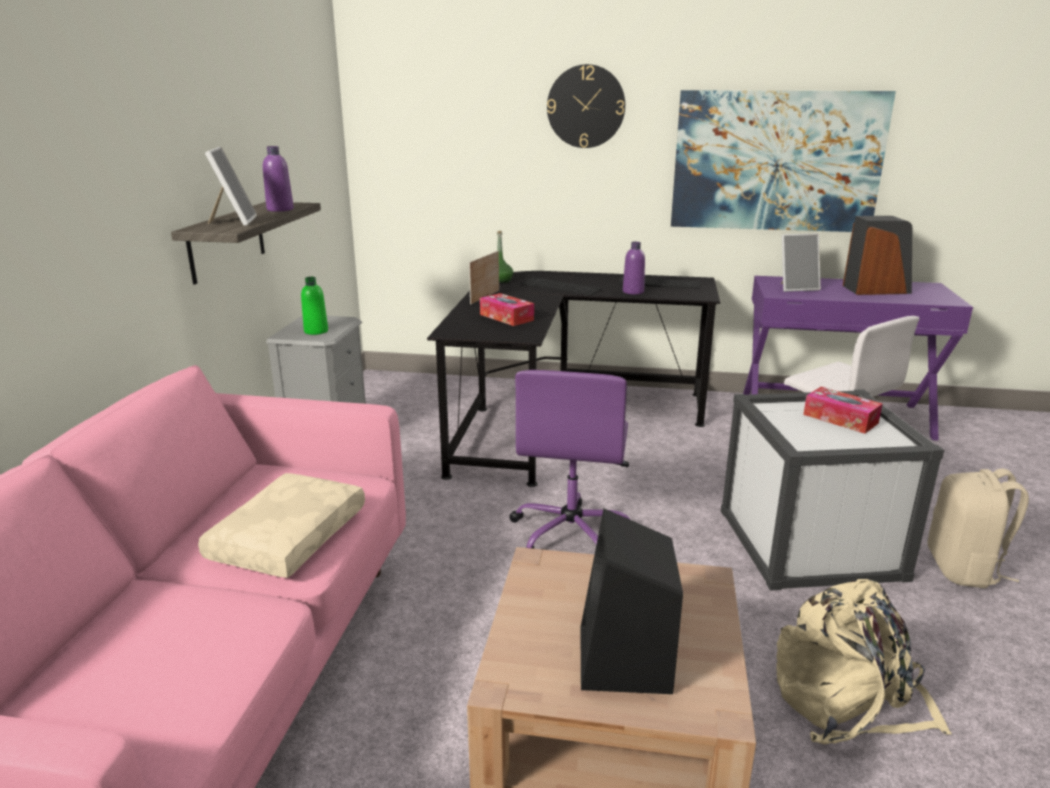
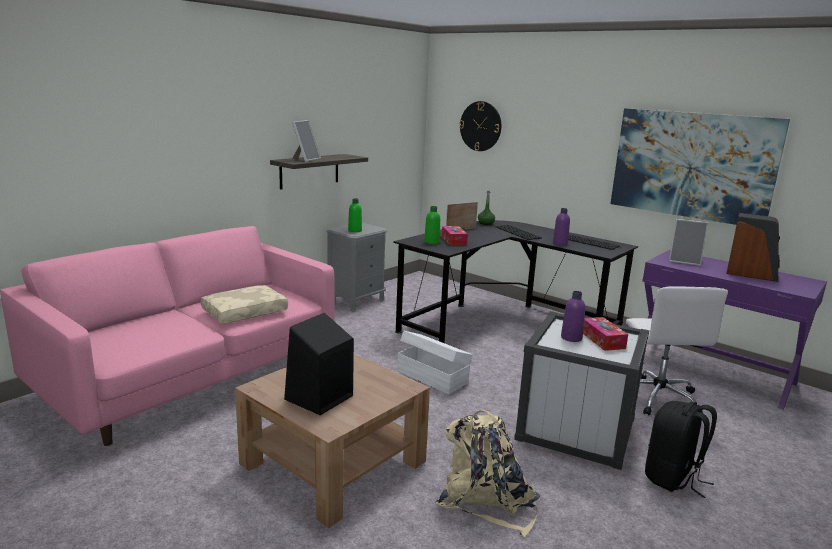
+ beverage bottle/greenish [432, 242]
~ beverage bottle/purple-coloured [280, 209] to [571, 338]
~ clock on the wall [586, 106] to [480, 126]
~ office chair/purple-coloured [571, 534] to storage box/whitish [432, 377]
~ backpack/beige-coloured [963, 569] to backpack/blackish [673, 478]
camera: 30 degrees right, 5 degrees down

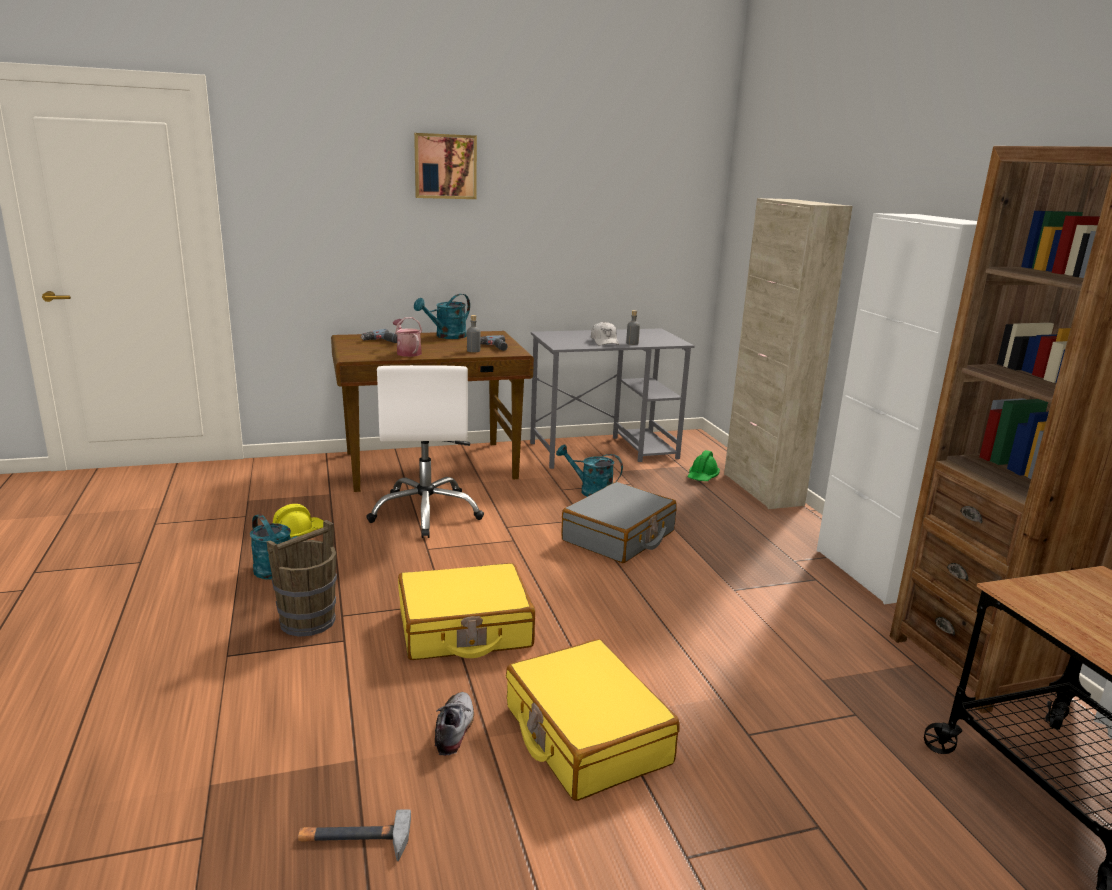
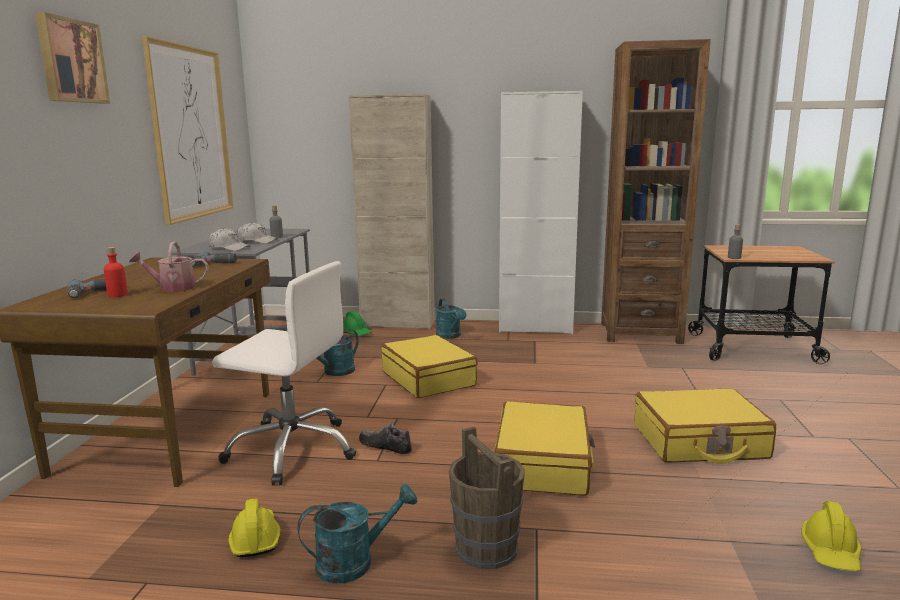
+ beverage bottle/red [117, 295]
+ wall art [191, 133]
+ peaked cap/whitish [229, 248]
~ sprinkling can/turquoise-coloured [446, 336] to [450, 336]
~ shoe [454, 728] to [385, 447]
~ beverage bottle/gray [473, 350] to [734, 257]
~ hammer [354, 840] to work helmet/yellow-coloured [831, 552]
~ travel case/gray [619, 536] to travel case/yellow-coloured [428, 378]
camera: 65 degrees left, 5 degrees down

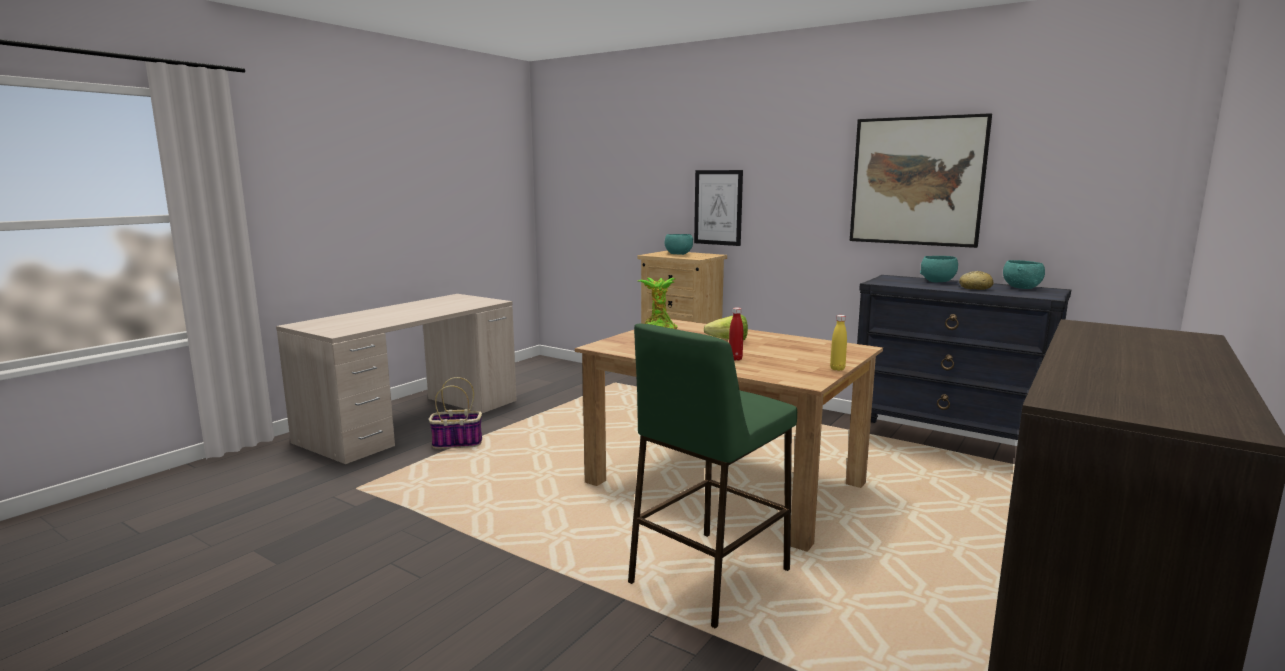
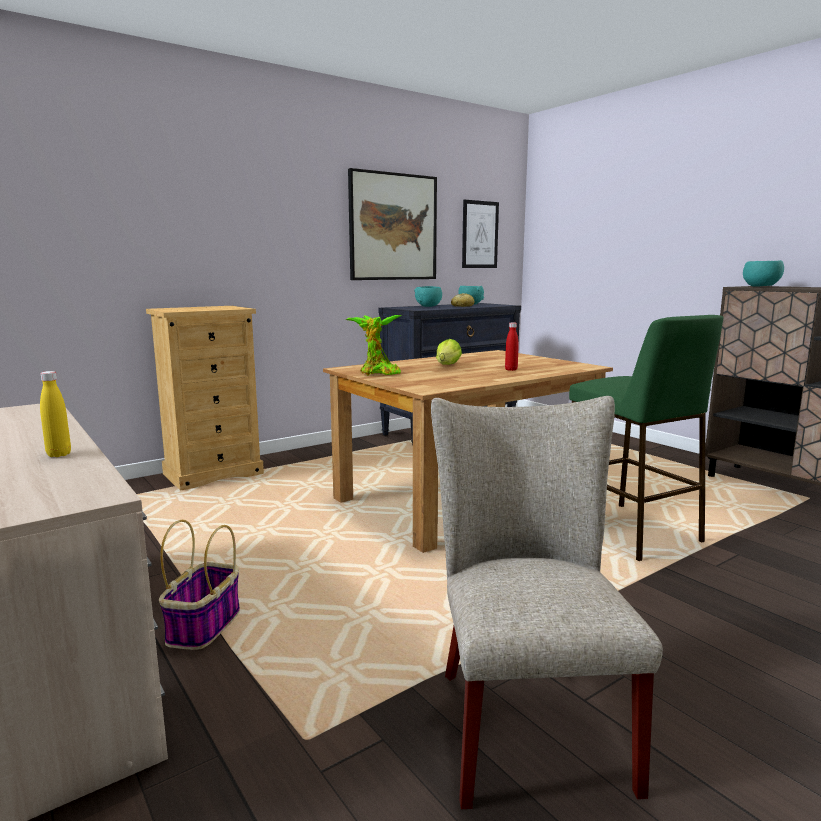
+ plain chair/beige-coloured [524, 717]
~ bowl/turquoise-coloured [678, 254] to [760, 286]
~ wall art [718, 207] to [480, 234]
~ beverage bottle/yellow-coloured [837, 369] to [59, 454]
camera: 70 degrees left, 0 degrees up

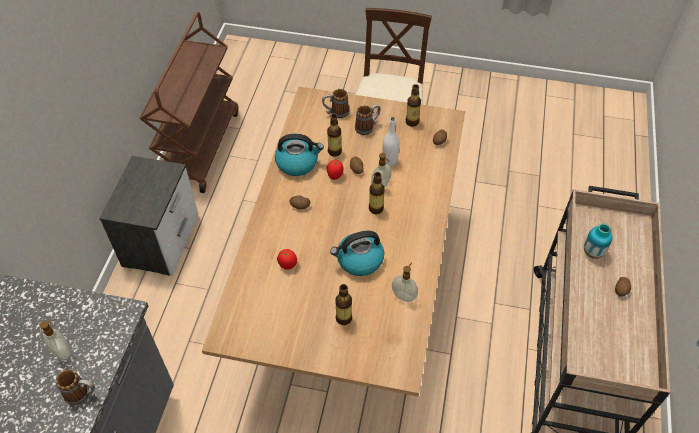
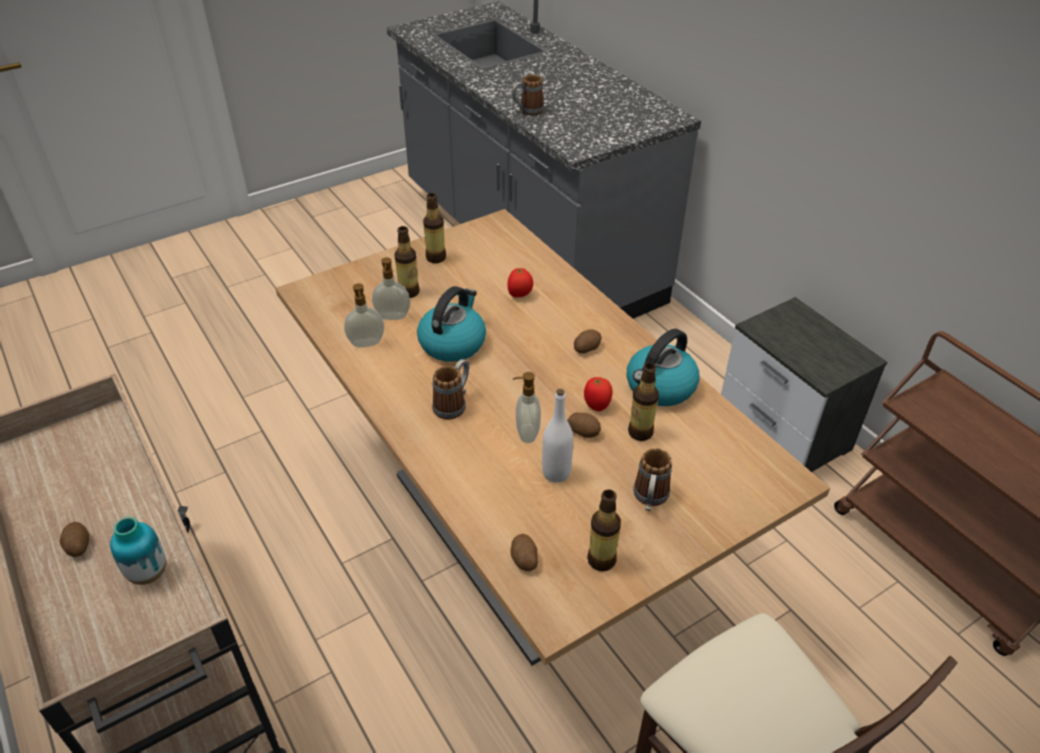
~ soap dispenser [63, 351] to [392, 317]
~ tea mug [336, 113] to [453, 404]
~ beverage bottle [376, 209] to [436, 258]
camera: 135 degrees right, 10 degrees down

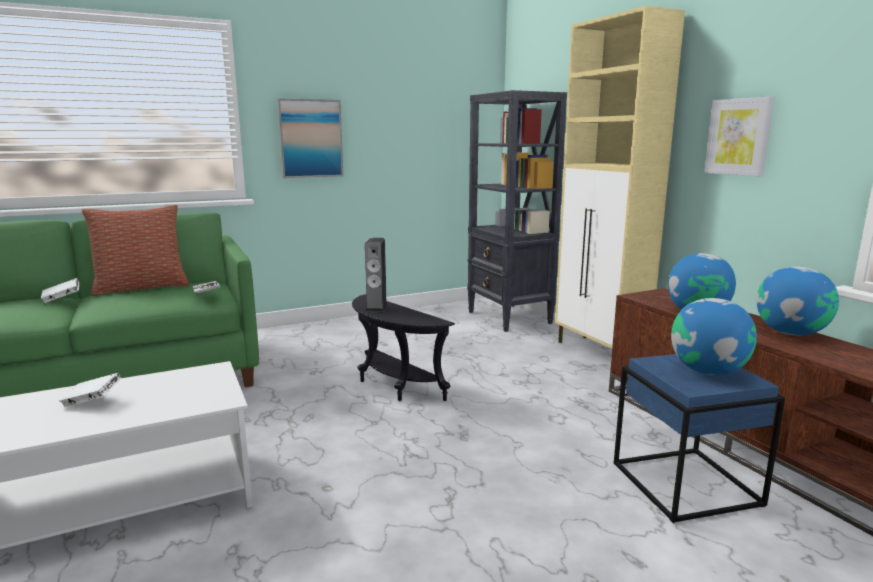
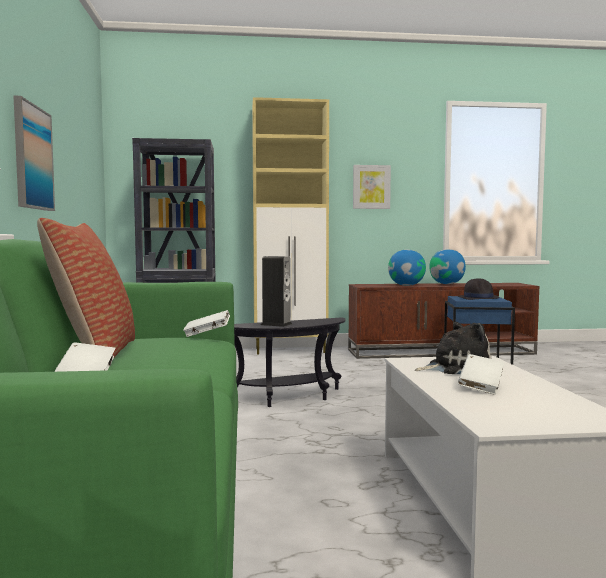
+ cuddly toy [456, 368]
~ globe [708, 371] to hat/blackish [478, 298]
camera: 70 degrees left, 10 degrees down

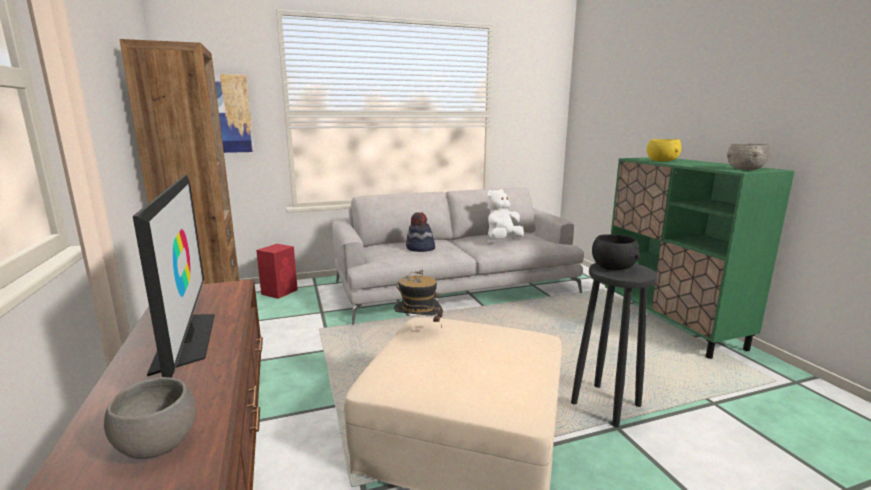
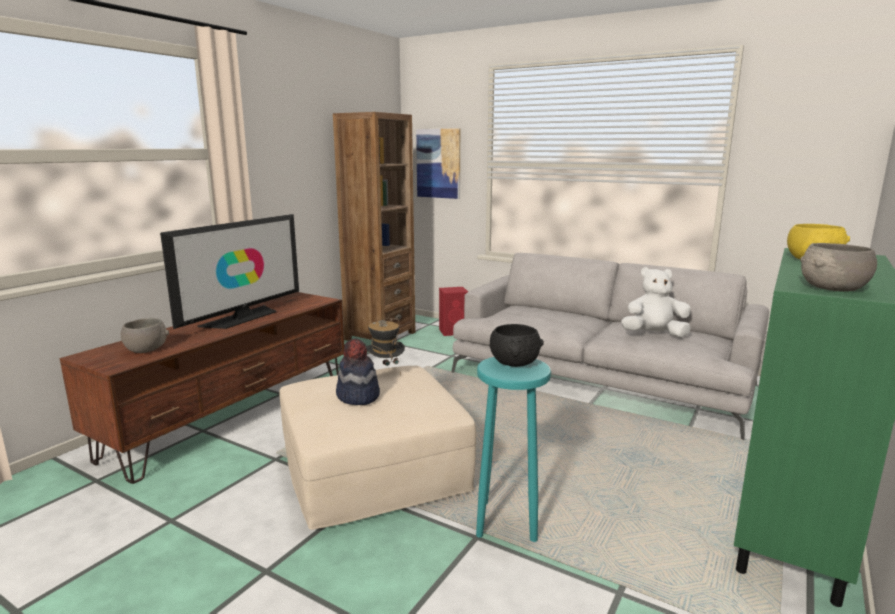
~ hat [420, 249] to [357, 396]
~ sitting stool/blackish [606, 404] to sitting stool/turquoise-coloured [508, 521]
camera: 50 degrees right, 0 degrees up

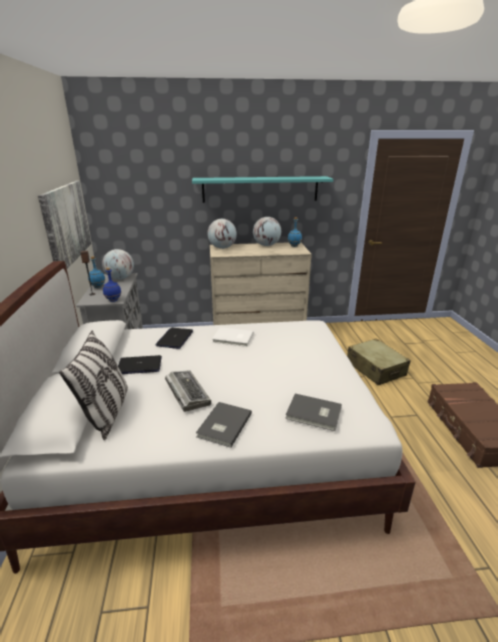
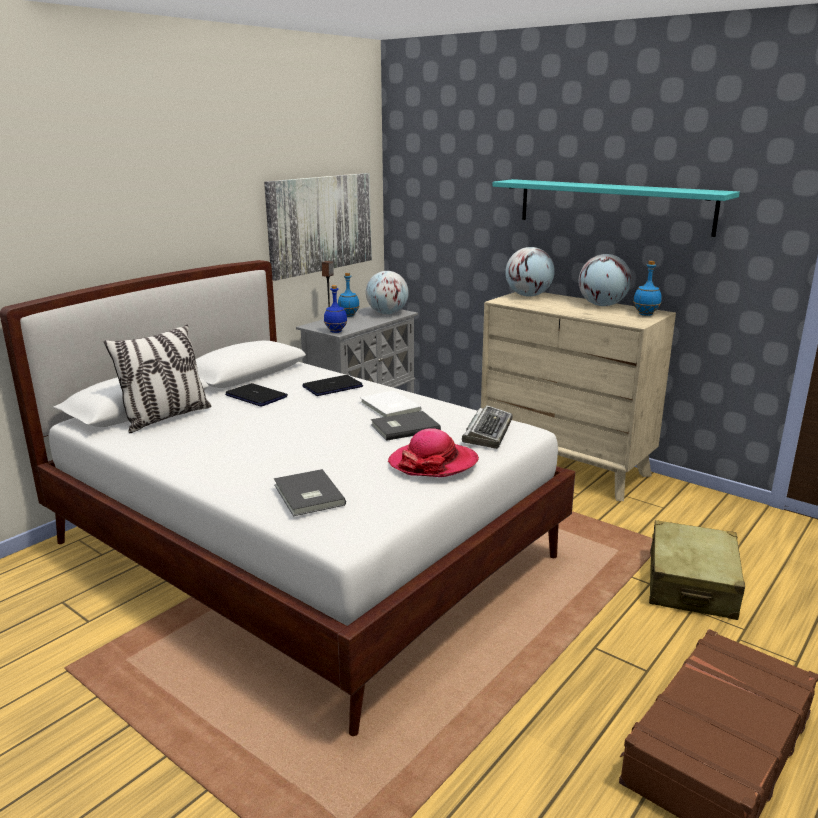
+ hat [433, 463]
~ PC keyboard [187, 393] to [487, 432]
~ book/gray [223, 425] to [403, 427]
camera: 45 degrees right, 5 degrees down

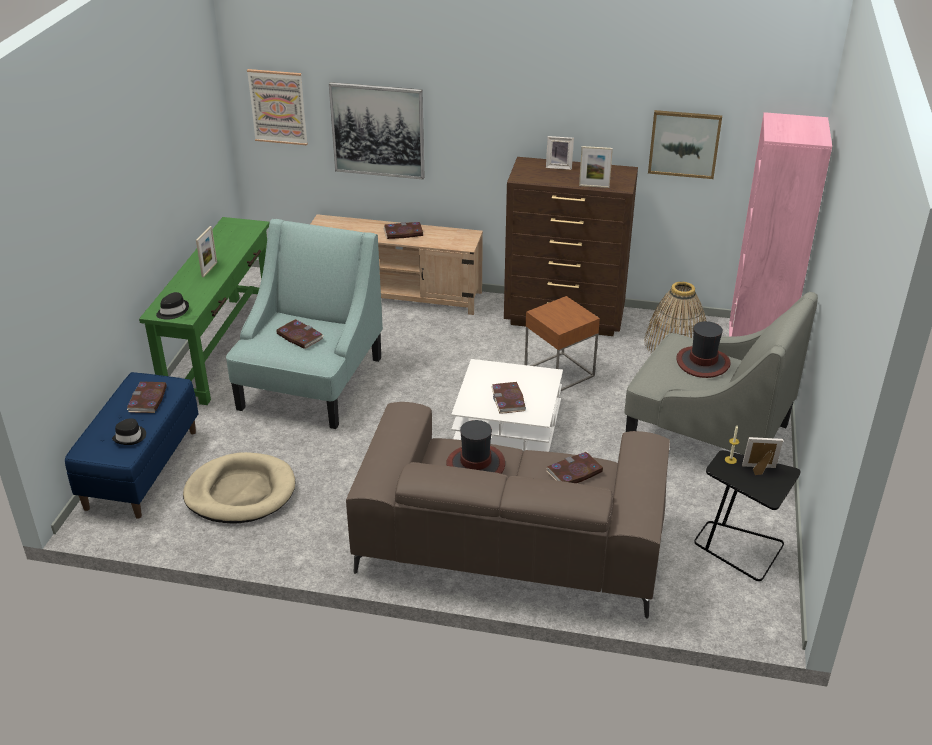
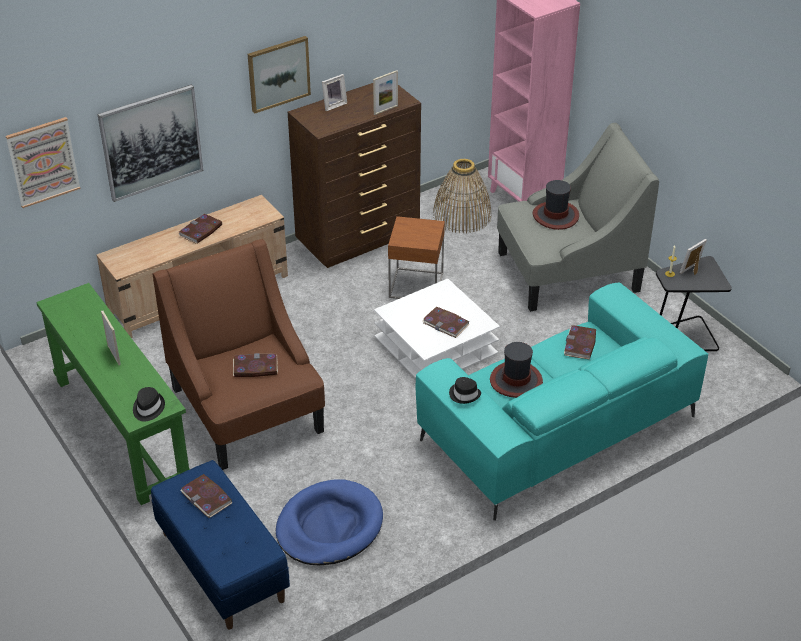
~ hat/blackish [130, 437] to [464, 394]
~ wall art [684, 144] to [278, 73]
~ dog bed/beige-coloured [240, 492] to dog bed/blue-coloured [329, 526]
~ easy chair/turquoise-coloured [310, 383] to easy chair/brown-coloured [247, 410]
~ couch/brown-coloured [510, 542] to couch/turquoise-coloured [557, 427]
camera: 45 degrees left, 5 degrees up

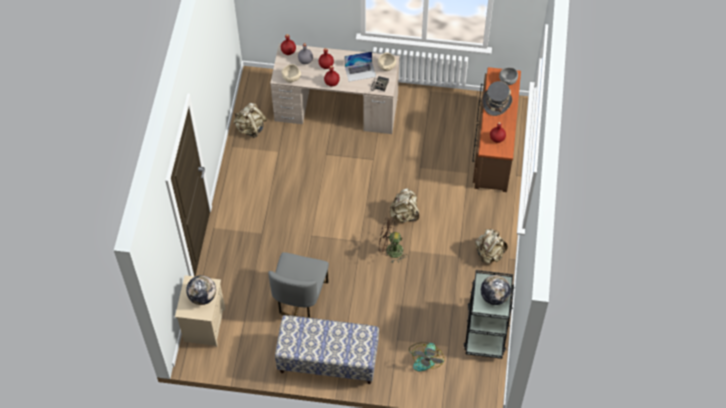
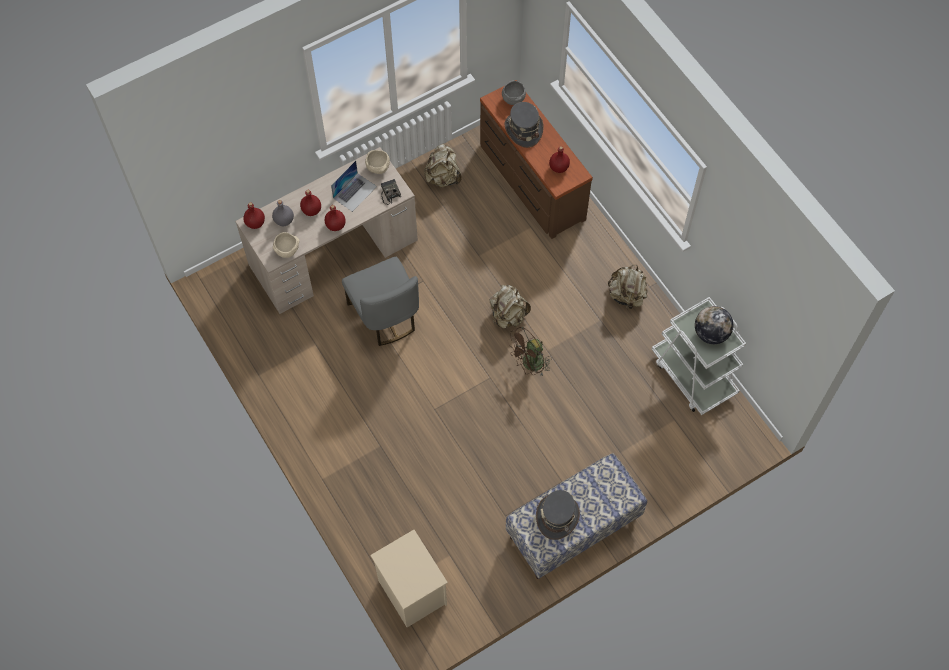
- globe [202, 296]
- cooling fan [425, 357]
+ hat/gray [557, 516]
~ backpack/beige-coloured [250, 128] to [443, 177]
~ plain chair/gray [300, 296] to [384, 315]
~ trolley/blackish [486, 329] to trolley/whitish [693, 375]
camera: 40 degrees left, 5 degrees up

